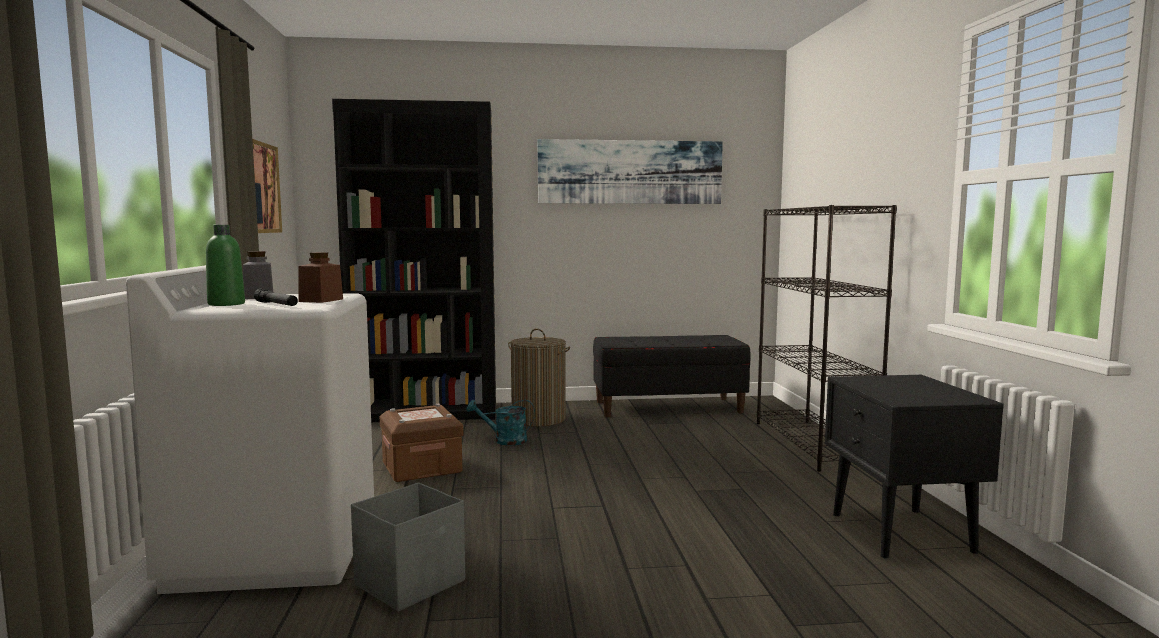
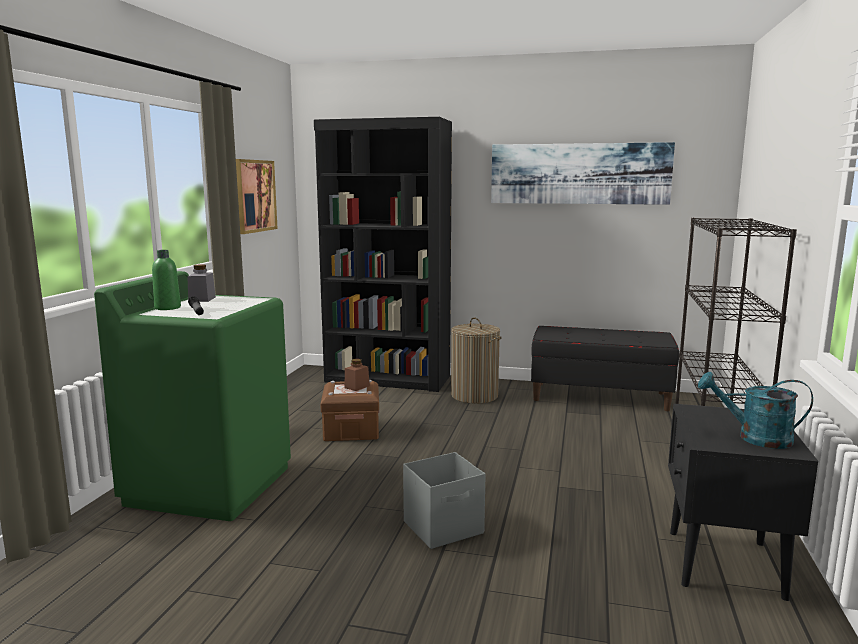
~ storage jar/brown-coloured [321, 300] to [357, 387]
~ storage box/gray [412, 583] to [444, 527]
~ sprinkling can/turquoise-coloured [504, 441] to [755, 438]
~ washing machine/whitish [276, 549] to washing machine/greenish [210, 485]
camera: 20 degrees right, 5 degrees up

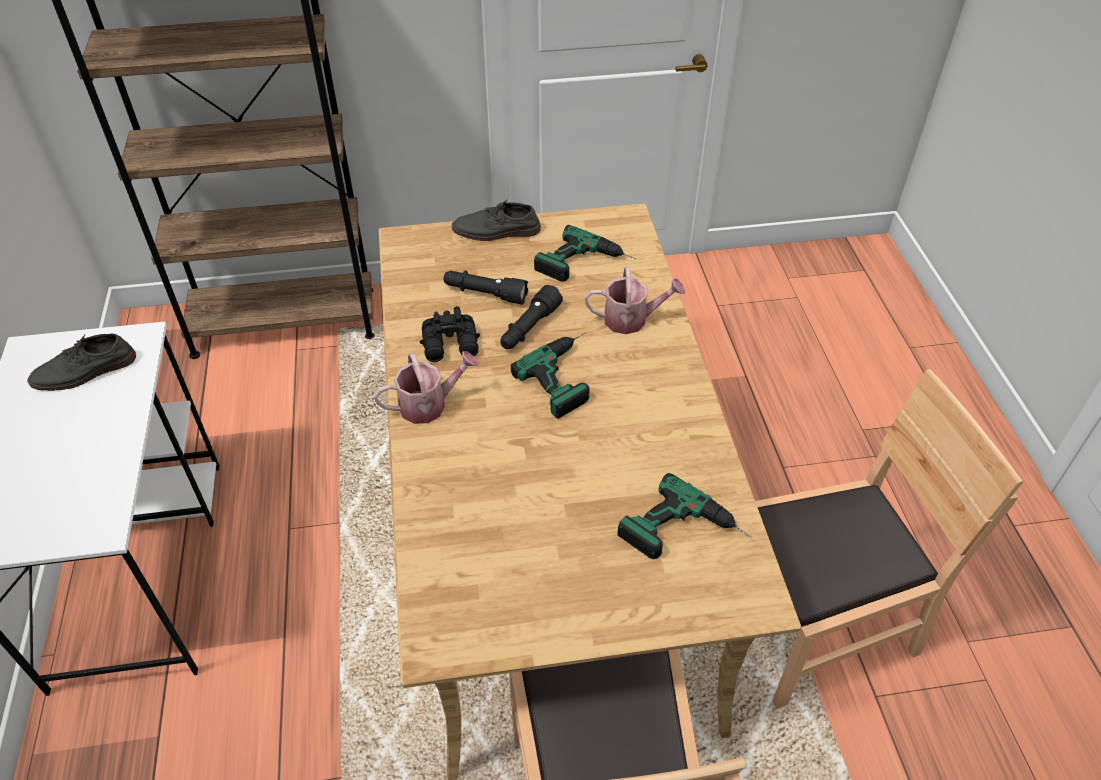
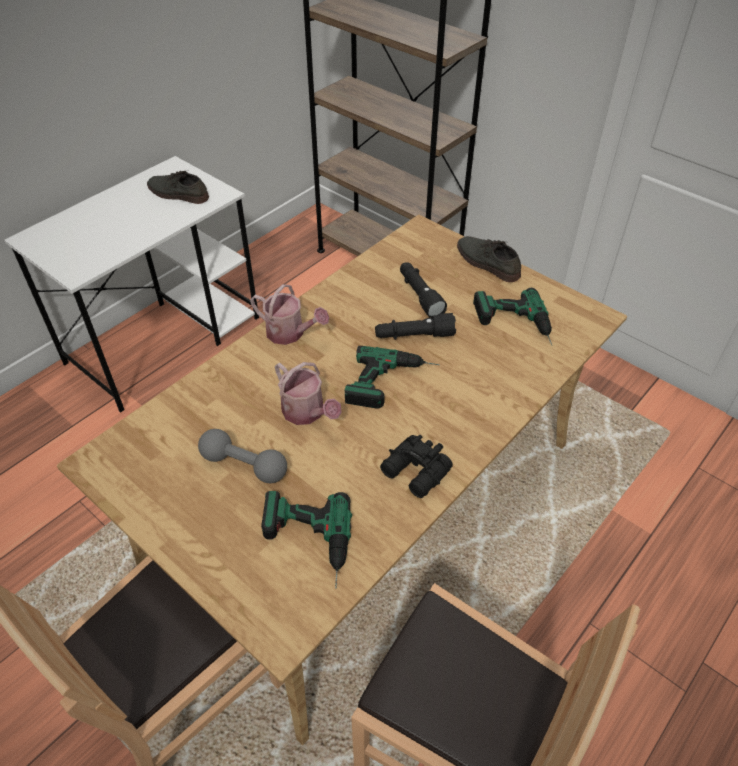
+ hand weight/gray [244, 465]
~ binoculars/blackish [452, 346] to [415, 473]
~ sprinkling can [631, 319] to [307, 413]
camera: 50 degrees right, 0 degrees up

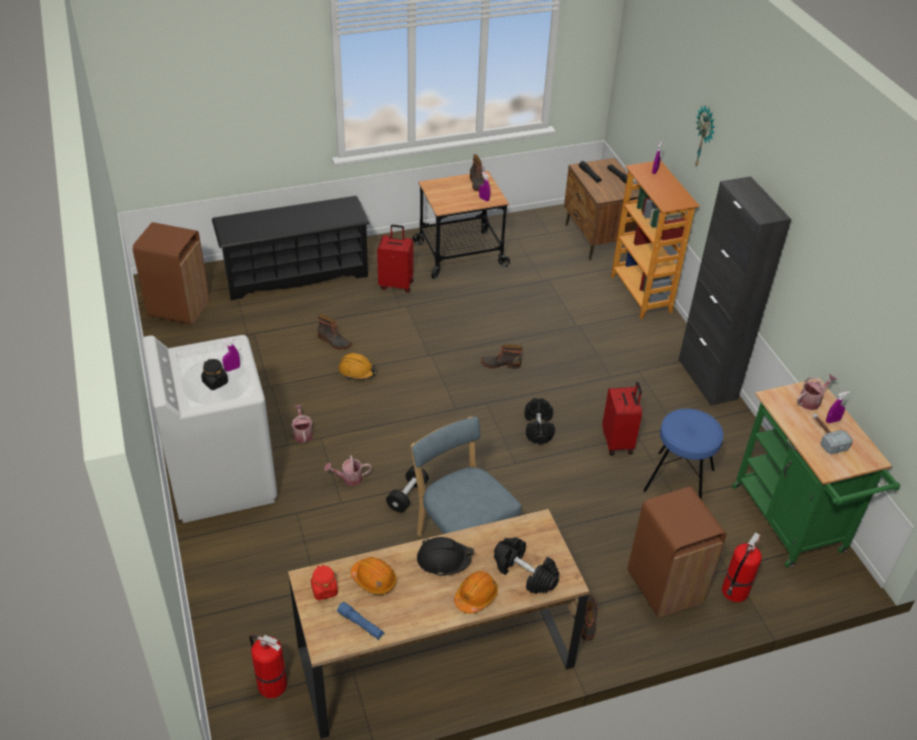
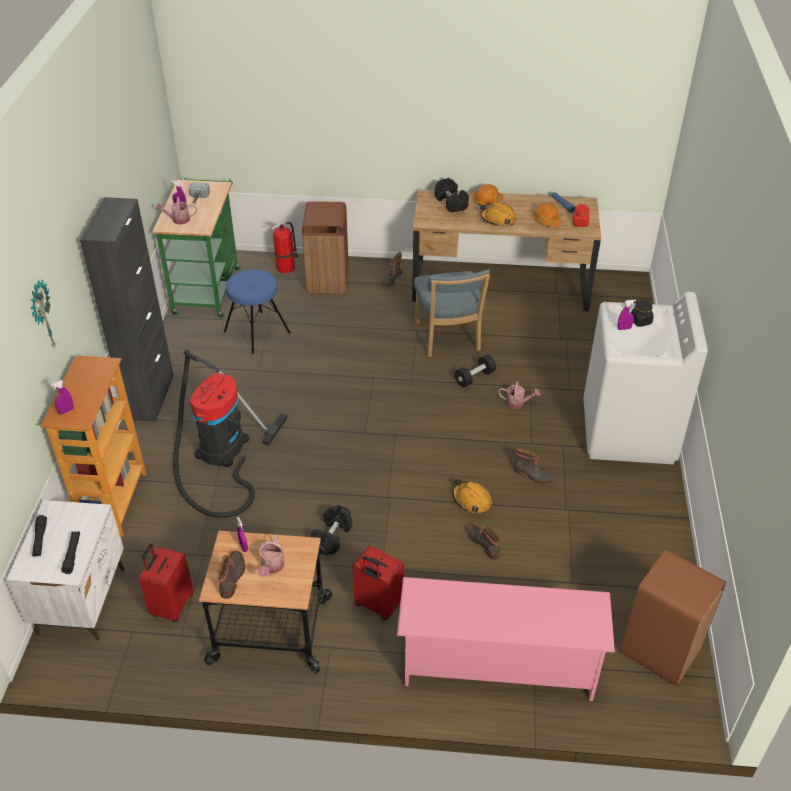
- fire extinguisher [270, 684]
+ vacuum [221, 453]
~ sprinkling can [302, 433] to [271, 567]
~ boot [500, 363] to [533, 475]
~ hand weight/blackish [538, 428] to [332, 536]
~ travel case/red [618, 442] to [171, 605]
~ shoe stand/blackish [296, 274] to shoe stand/pinkish [498, 664]
~ work helmet/blackish [443, 560] to work helmet/orange-coloured [498, 219]
~ night table/brown-coloured [597, 239] to night table/whitish [83, 600]
camera: 155 degrees left, 0 degrees up

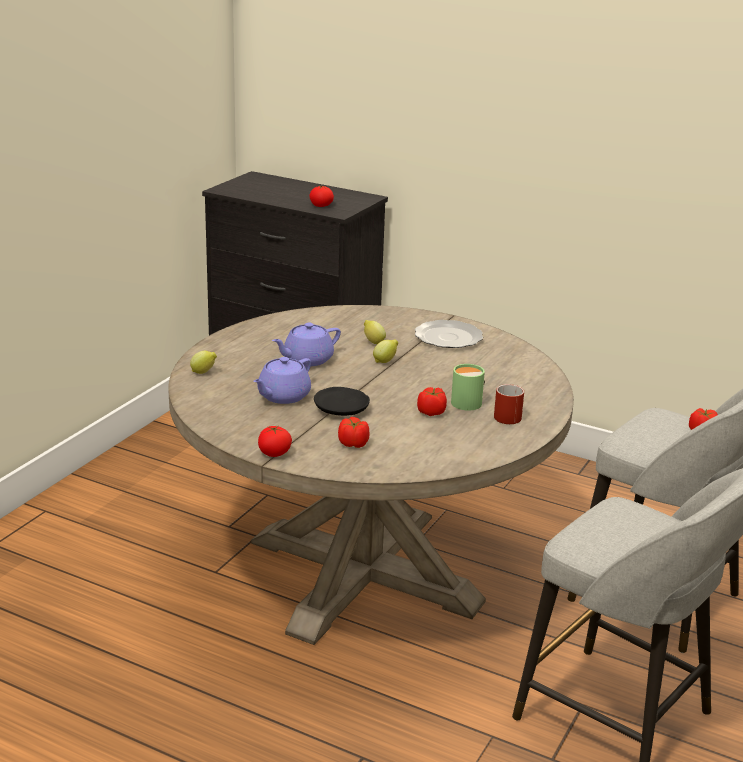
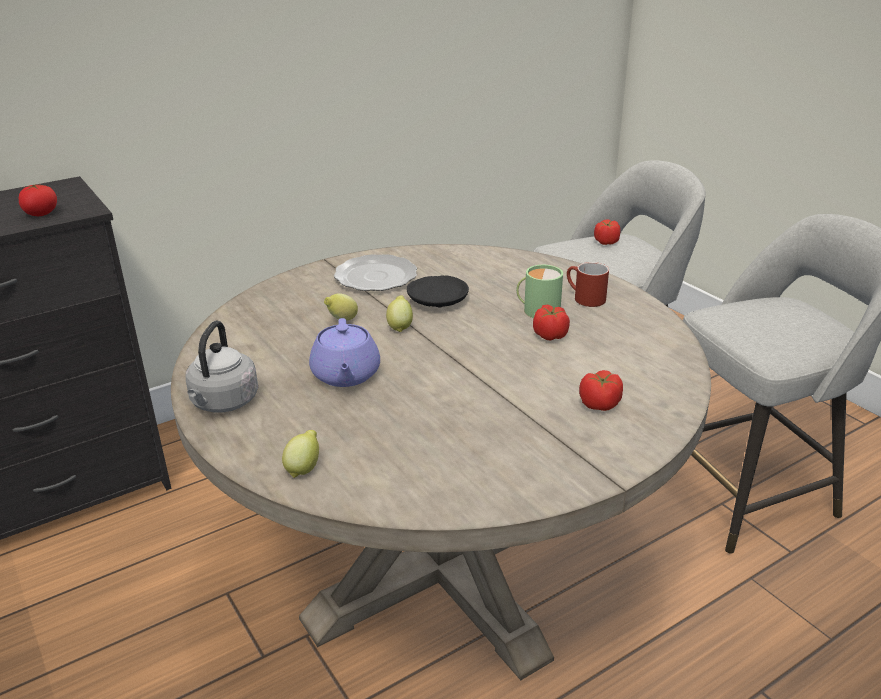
- tea pot/purple-coloured [283, 396]
- whole tomato [274, 453]
+ water kettle/gray [223, 403]
~ flat dish/blackish [342, 409] to [438, 300]
camera: 60 degrees left, 5 degrees up

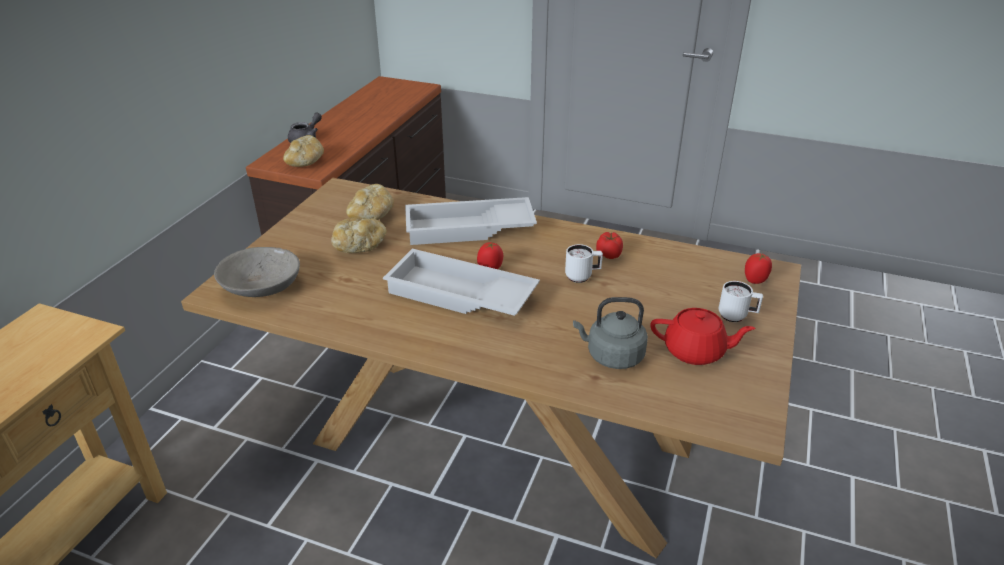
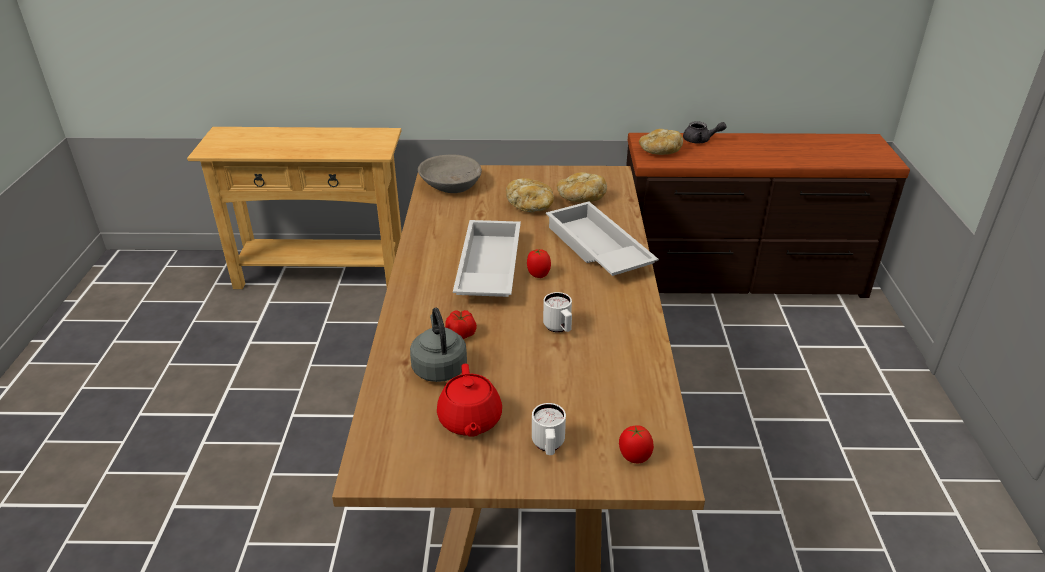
~ whole tomato [609, 254] to [461, 334]
camera: 70 degrees right, 0 degrees up

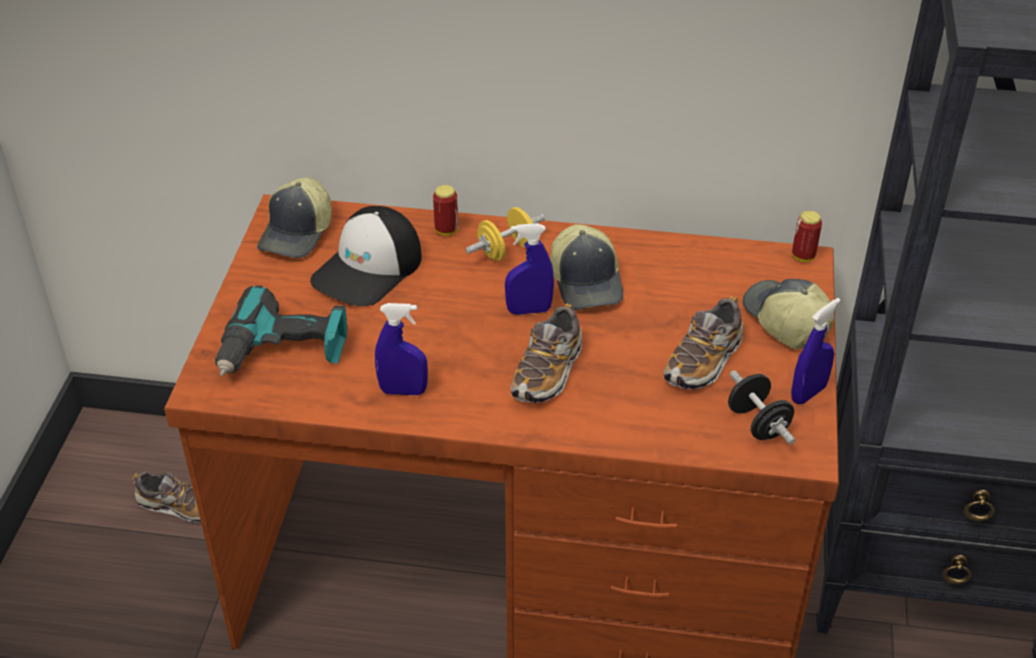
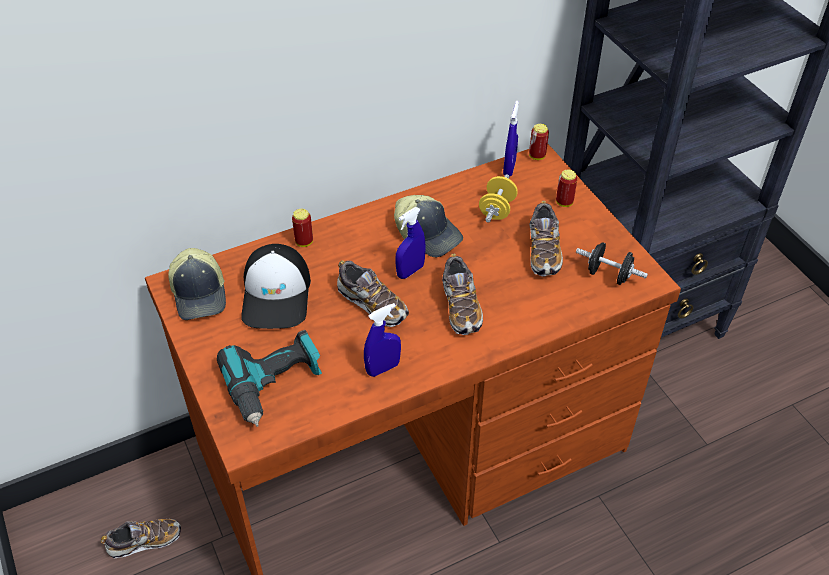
+ shoe [372, 304]
~ hand weight/yellow-coloured [506, 250] to [497, 209]
~ spray bottle/blue-coloured [808, 393] to [509, 168]
~ peaked cap [784, 321] to sealed can [564, 202]
camera: 35 degrees left, 5 degrees up

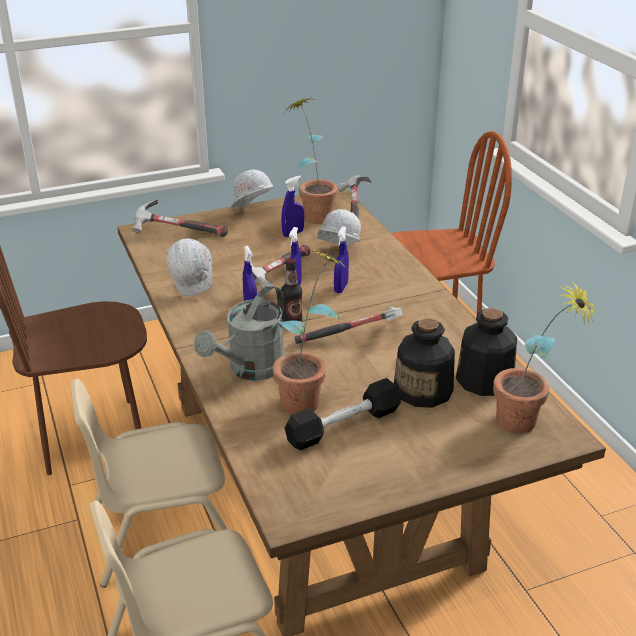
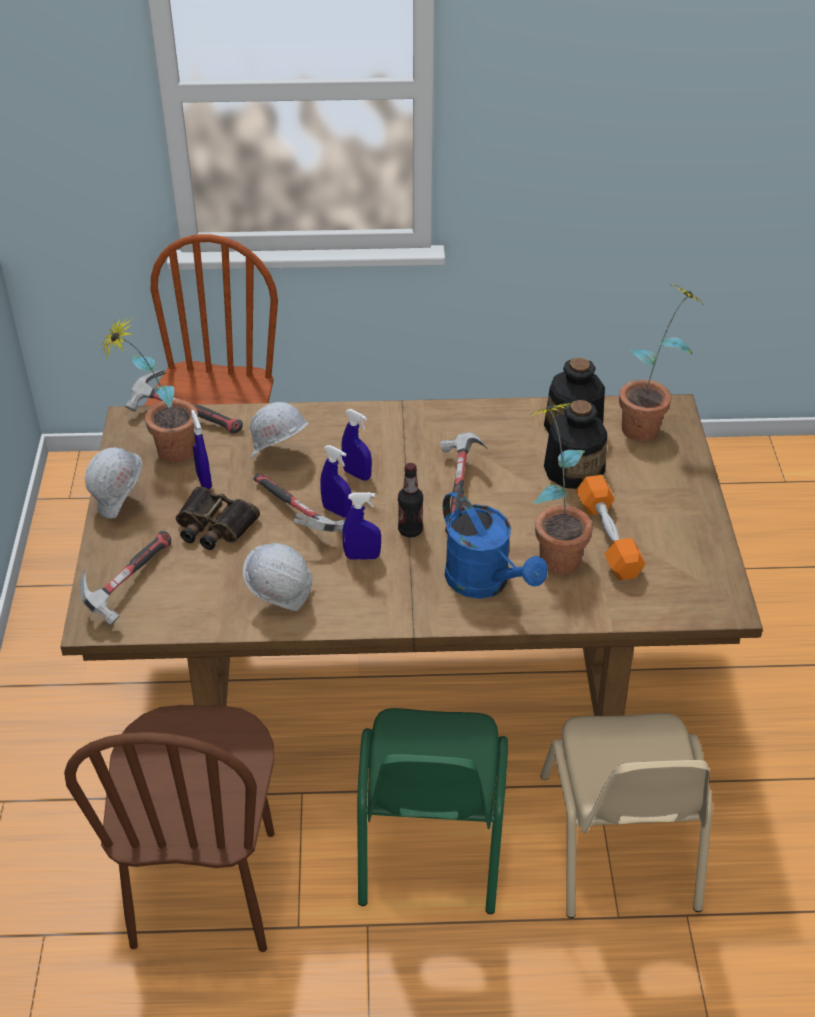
+ binoculars [213, 526]
~ plain chair/beige-coloured [164, 533] to plain chair/greenish [430, 837]
~ sprinkling can/gray [250, 370] to sprinkling can/blue-coloured [485, 583]
~ hand weight/blackish [343, 426] to hand weight/orange-coloured [608, 538]
camera: 70 degrees left, 10 degrees up

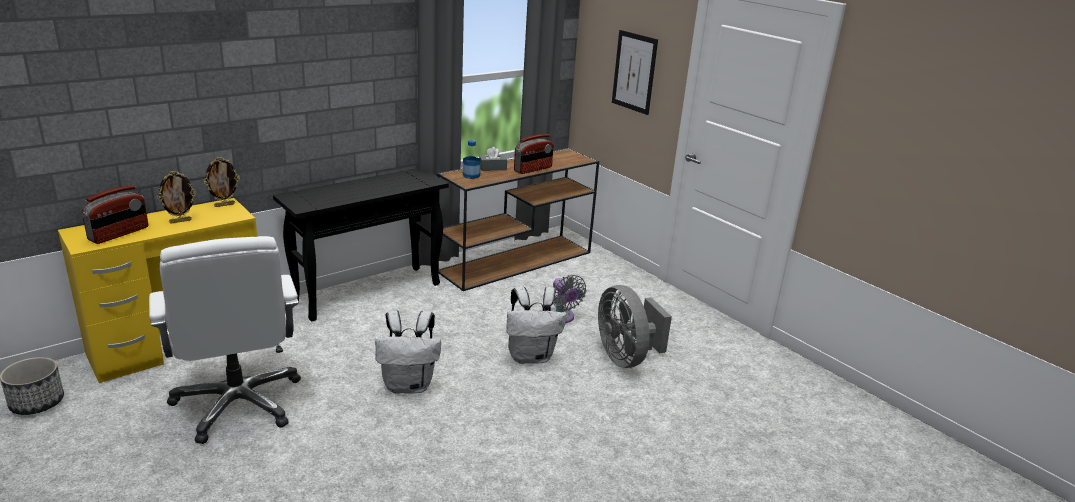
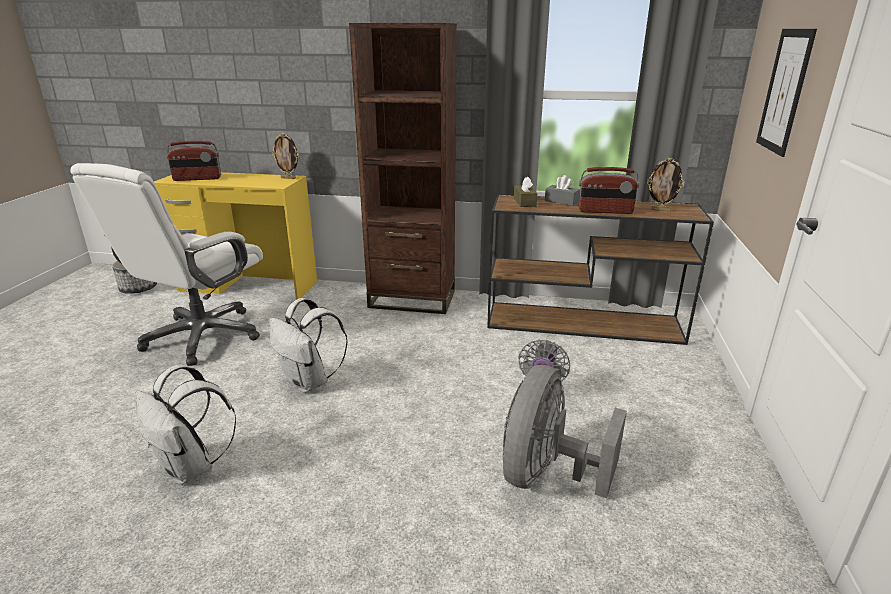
~ standing frame [180, 221] to [660, 210]
~ backpack/whitish [531, 356] to [191, 468]
~ hall table/blackish [368, 292] to bookshelf/brown-coloured [412, 299]
~ beverage bottle [471, 175] to box of tissues/brown-coloured [524, 202]
camera: 50 degrees right, 0 degrees up

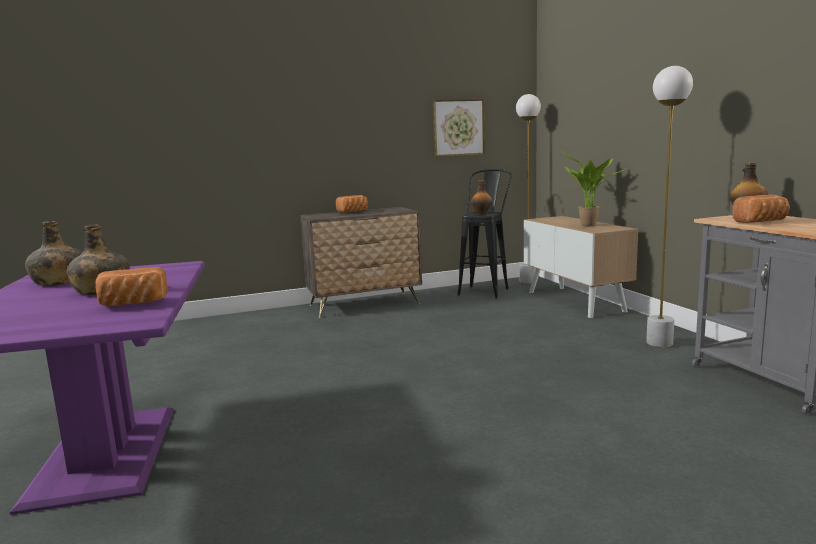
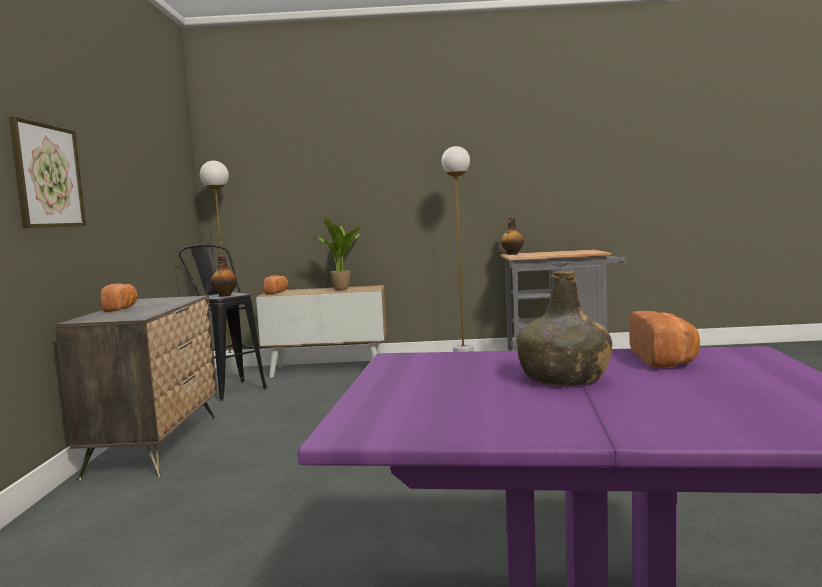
- beverage bottle/greenish [58, 282]
~ wall art [458, 127] to [47, 176]
~ bakery bread [762, 222] to [277, 292]
camera: 70 degrees left, 5 degrees down

